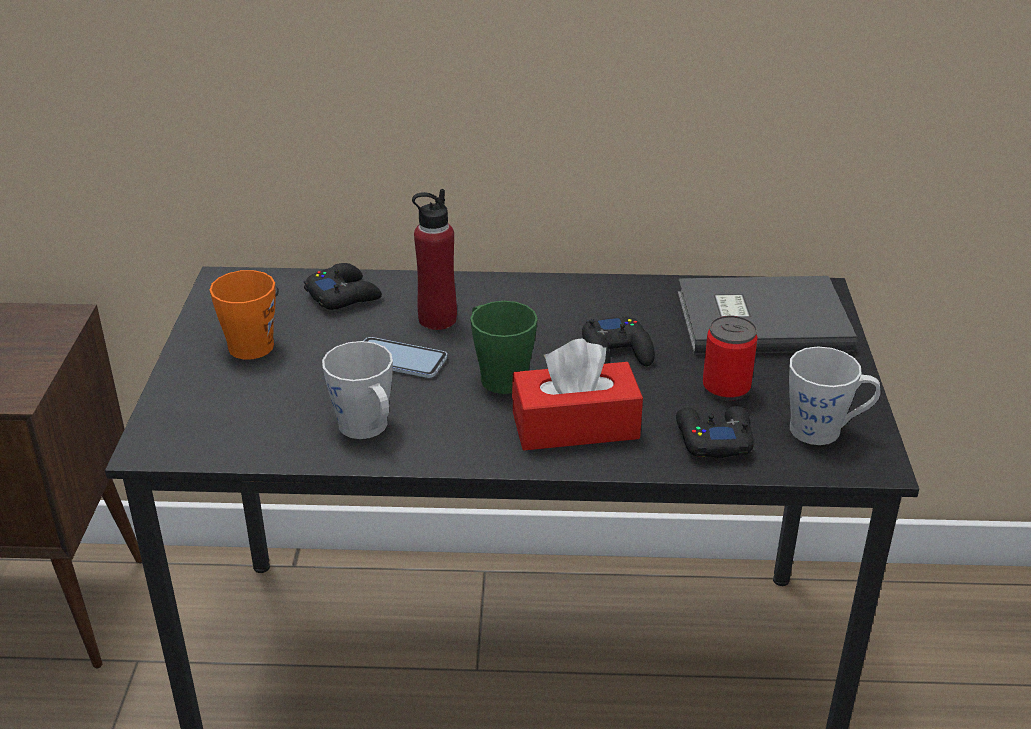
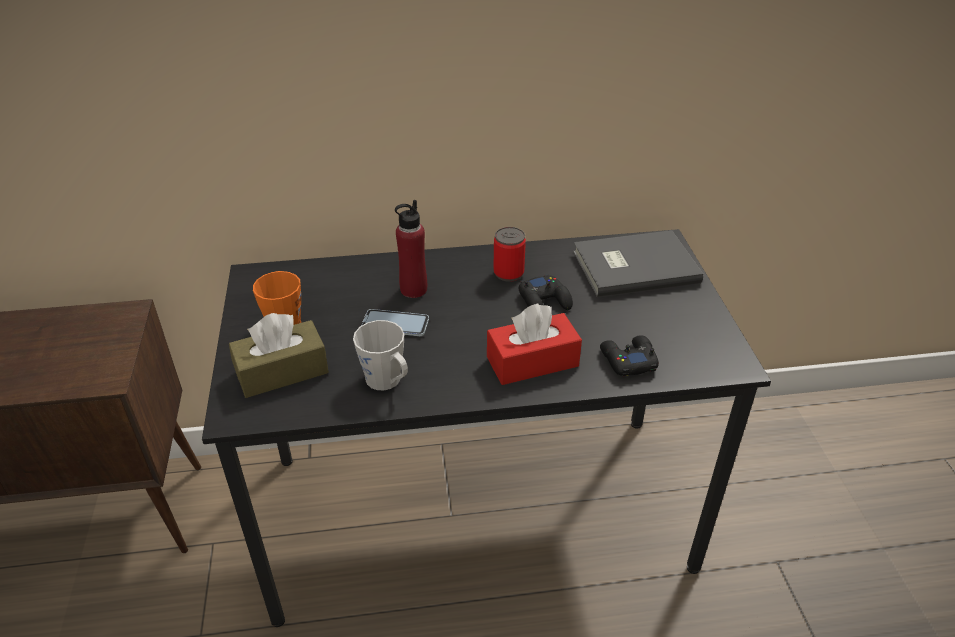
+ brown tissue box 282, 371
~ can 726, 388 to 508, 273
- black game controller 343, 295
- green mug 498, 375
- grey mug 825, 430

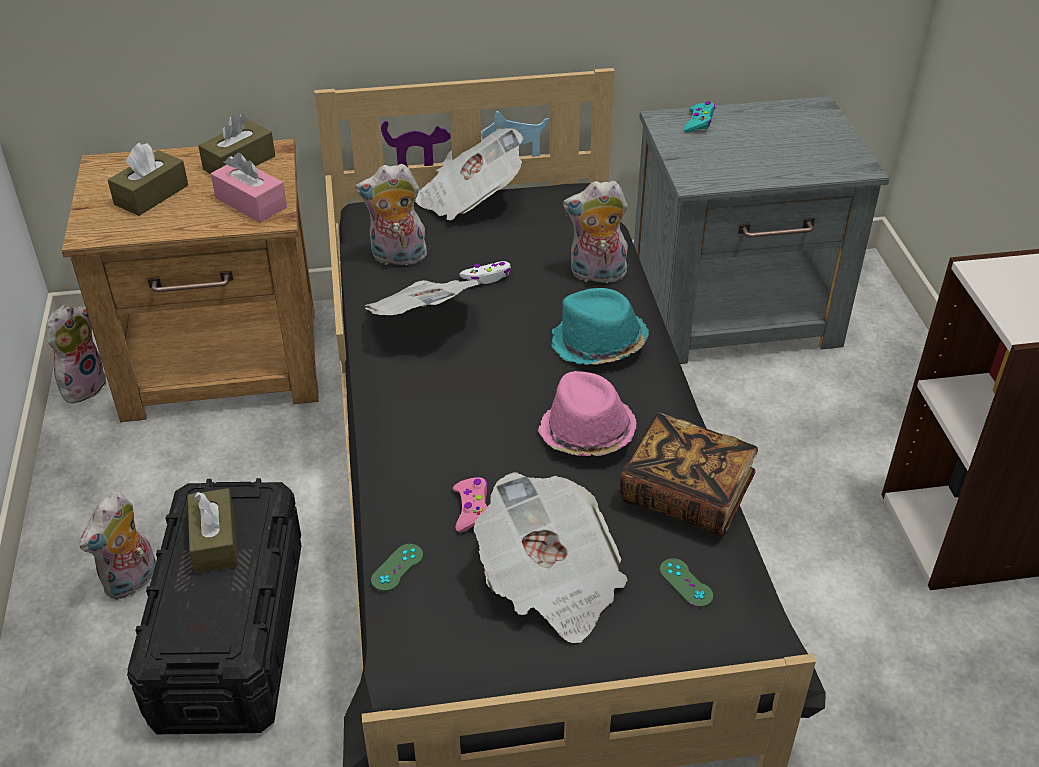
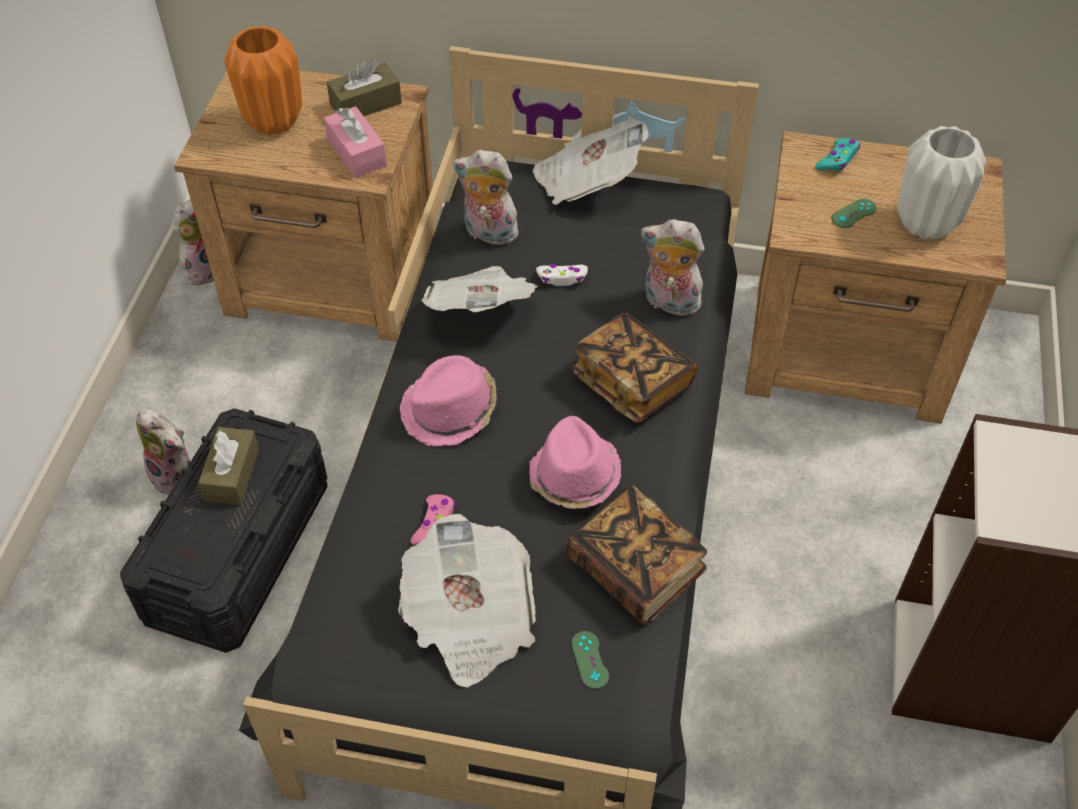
~ plush toy 132, 582 = 177, 477 105 degrees counterclockwise
~ brown tissue box 151, 195 to orange vase 273, 122
+ pink hat 450, 411
~ turquoise hat 598, 344 to book 632, 383
~ grey nightstand 737, 312 to brown nightstand 848, 353
~ green game controller 397, 568 to 854, 213
+ white vase 925, 224

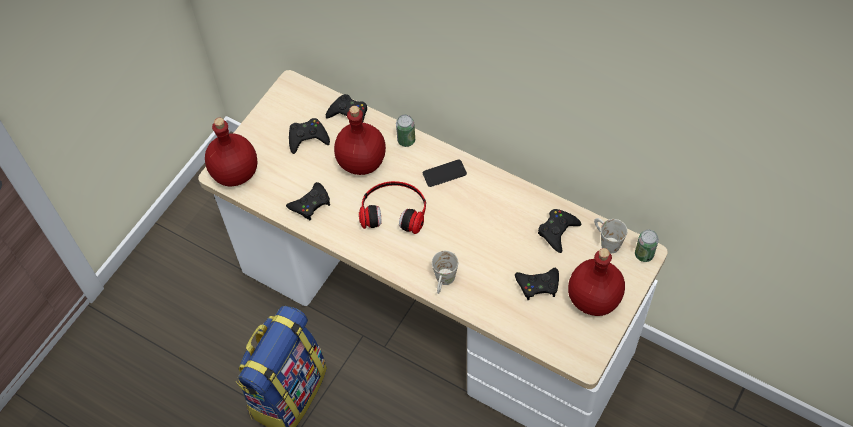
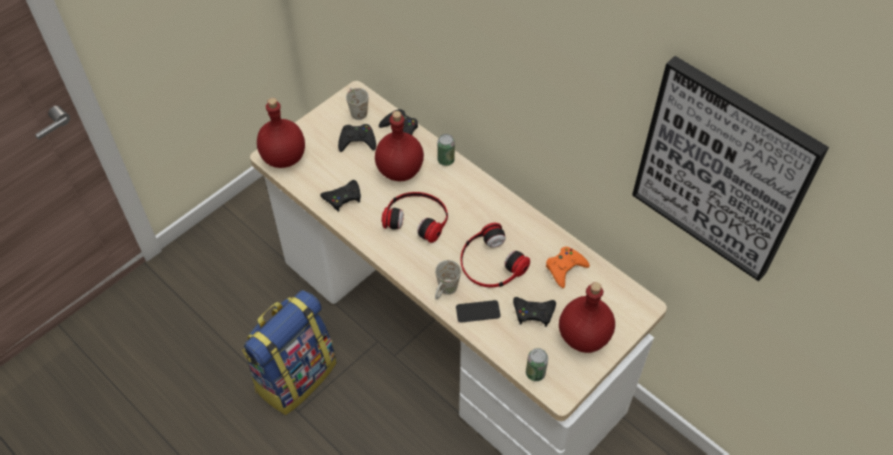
~ white mug 605, 241 to 356, 110
~ phone 444, 173 to 478, 312
+ headphones 490, 263
~ can 644, 254 to 535, 373
~ black game controller 557, 231 to orange game controller 565, 268
+ picture 722, 170

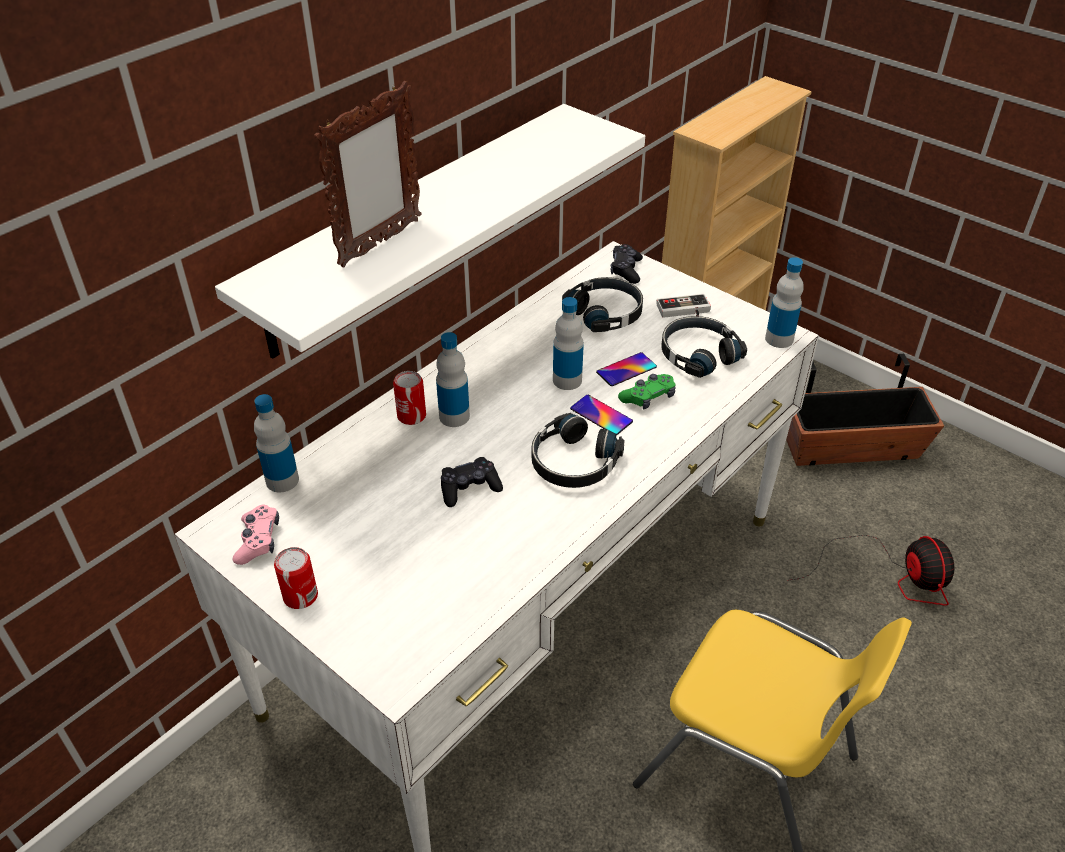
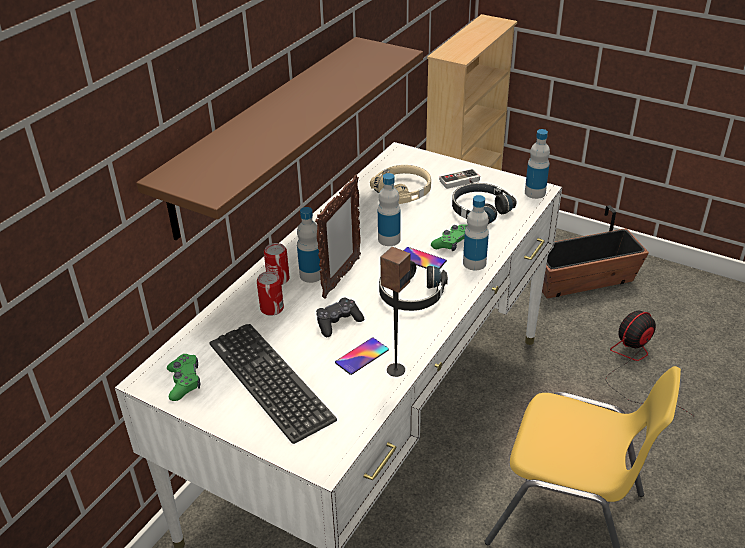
~ white shelf 415, 227 to brown shelf 265, 133
~ pink game controller 258, 541 to green game controller 184, 382
+ keyboard 270, 381
~ can 300, 596 to 272, 308
~ picture frame 379, 243 to 341, 278
~ phone 626, 370 to 362, 356
~ black headphones 606, 313 to beige headphones 404, 190
+ speaker 395, 370
~ bottle 282, 480 to 474, 263
~ fan 891, 576 = 634, 365 105 degrees counterclockwise
- black game controller 626, 270

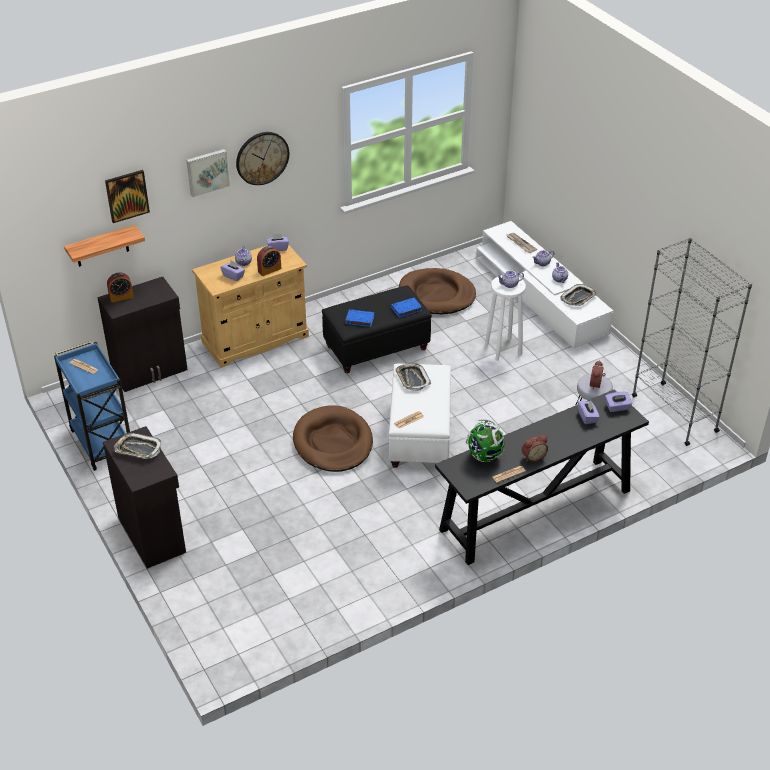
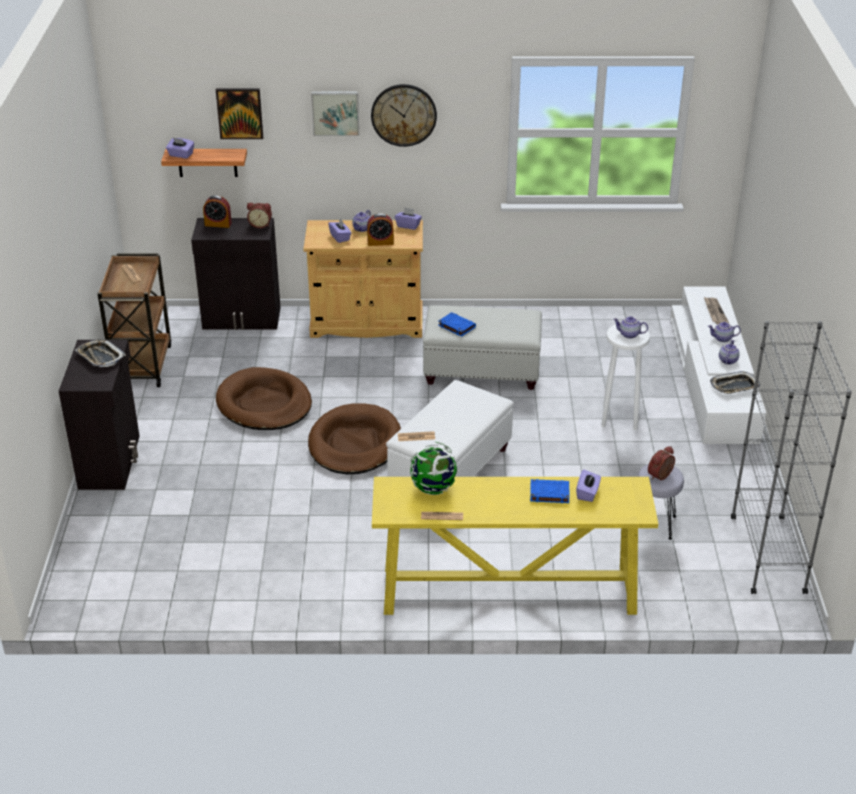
~ blue cart 101, 441 to brown cart 142, 364
~ purple tissue box 617, 407 to 181, 155
~ brown dog bed 436, 295 to 264, 404
~ alarm clock 533, 456 to 260, 225
~ black console table 535, 510 to yellow console table 507, 591
~ black ottoman 377, 347 to white ottoman 482, 371
~ blue book 406, 309 to 549, 493
- tray 412, 379

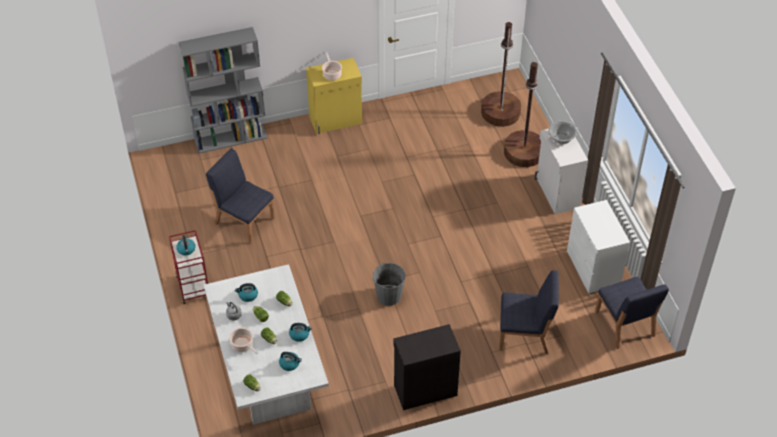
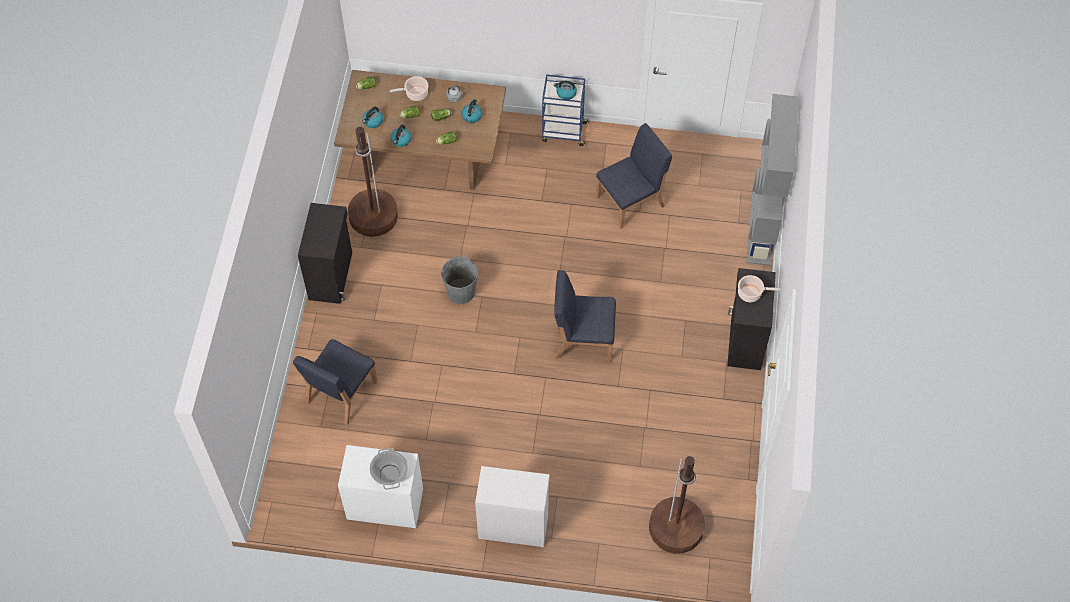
~ white dining table 268, 373 to brown dining table 426, 158
~ brown floor lamp 524, 152 to 373, 216
~ cooking pot 561, 139 to 389, 473
~ red cart 193, 287 to blue cart 563, 132
~ blue chair 624, 325 to 583, 338
~ yellow cabinet 336, 120 to black cabinet 744, 341

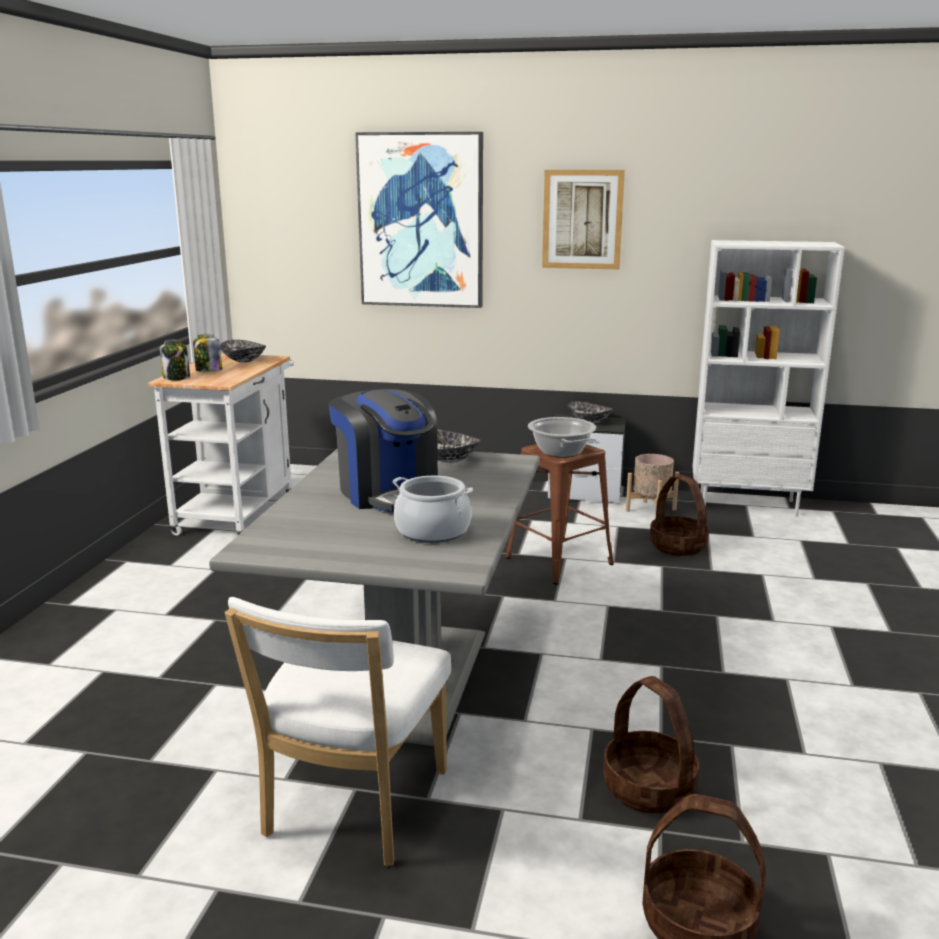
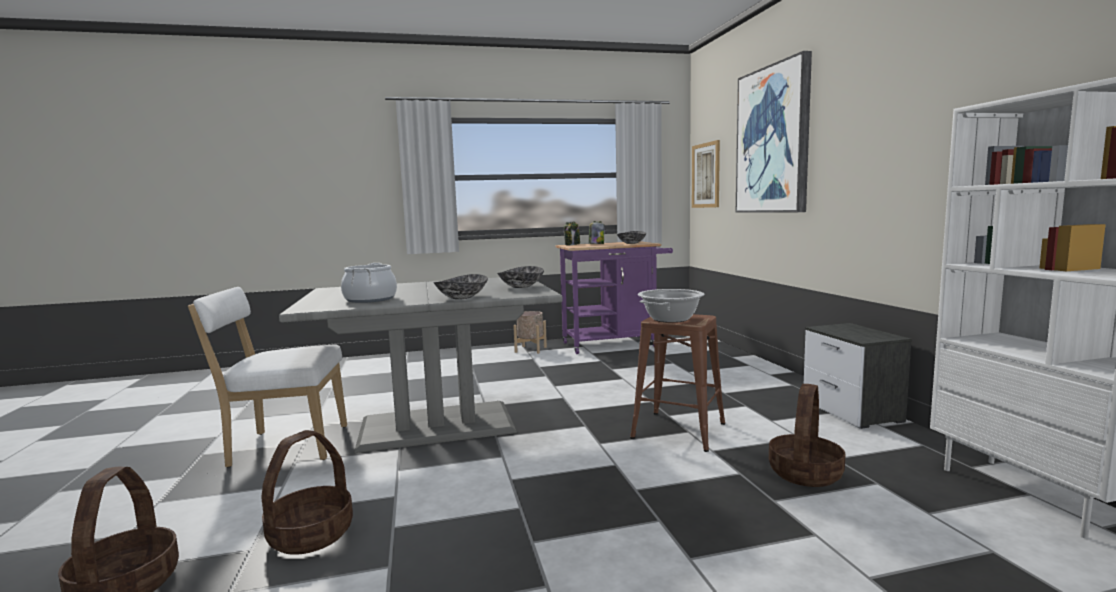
~ bowl 589, 421 to 461, 297
~ beige planter 650, 510 to 531, 349
~ white cart 239, 511 to purple cart 614, 344
~ picture 582, 219 to 706, 175
- coffee machine 388, 493

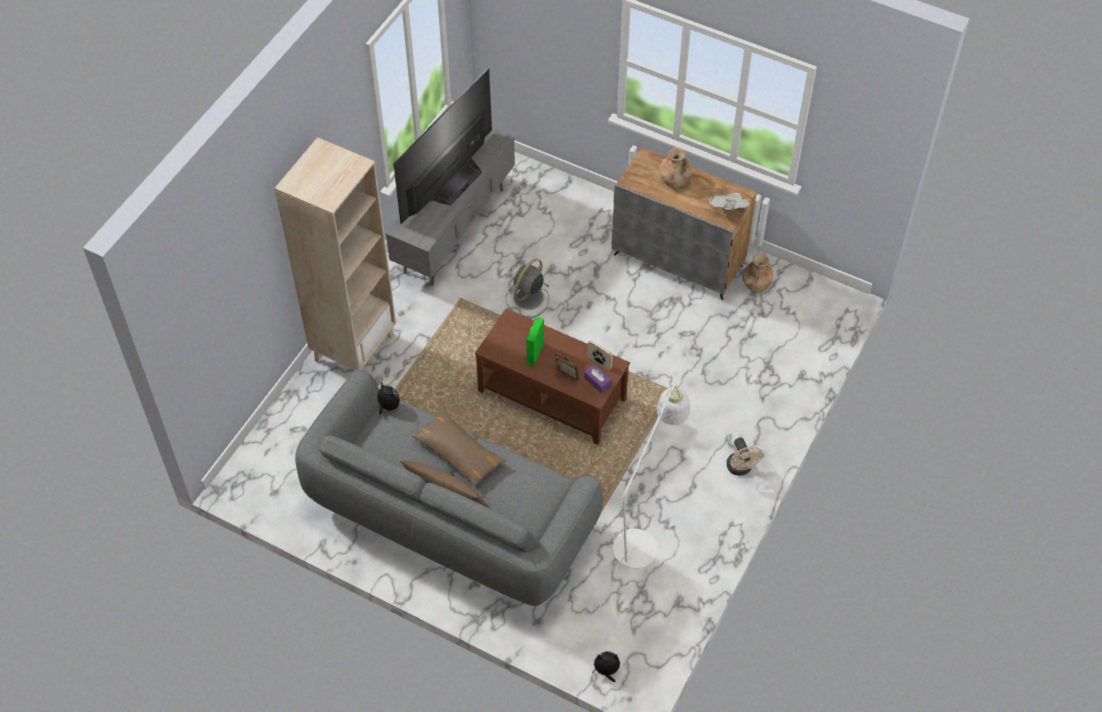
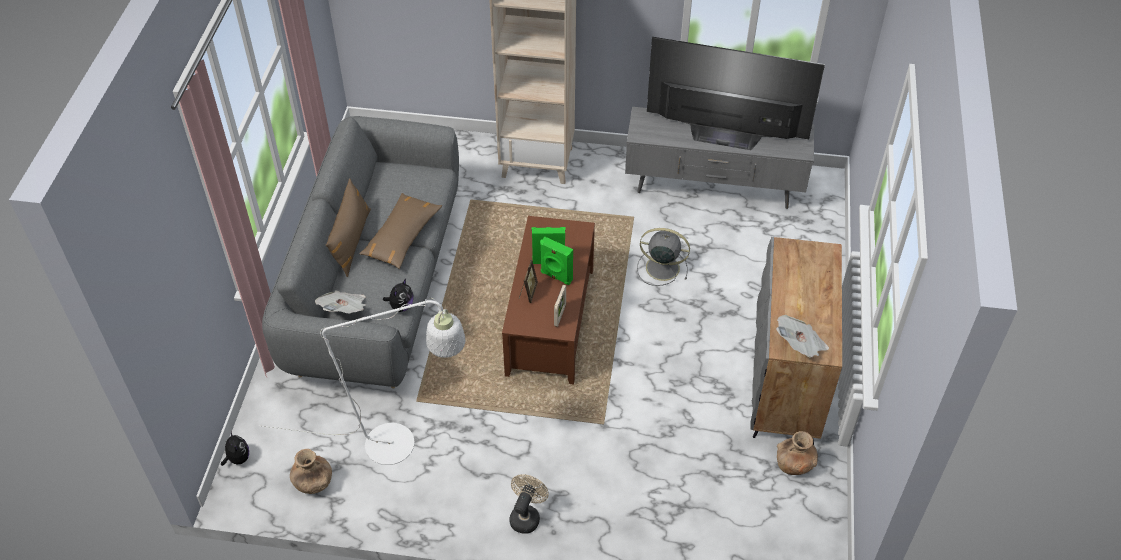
~ brown vase 674, 180 to 313, 483
+ newspaper 344, 310
~ plush toy 388, 406 to 401, 306
~ beige fan 740, 469 = 526, 515 150 degrees clockwise
+ green speaker 556, 276
- purple tissue box 597, 382

